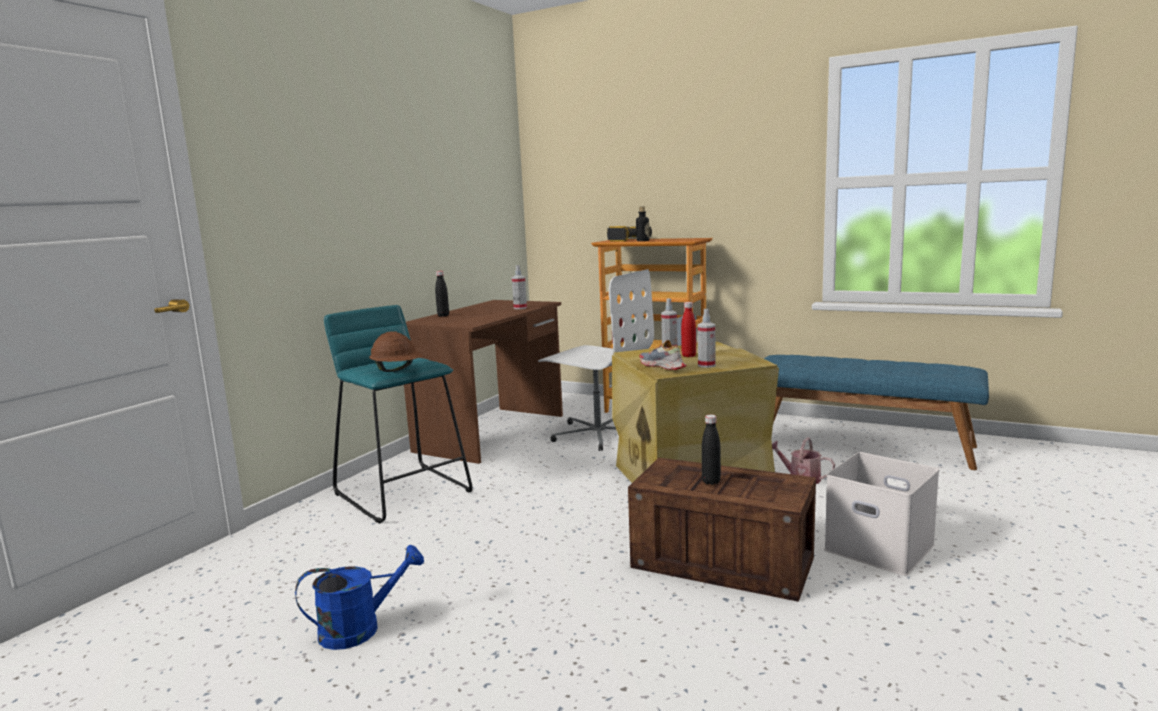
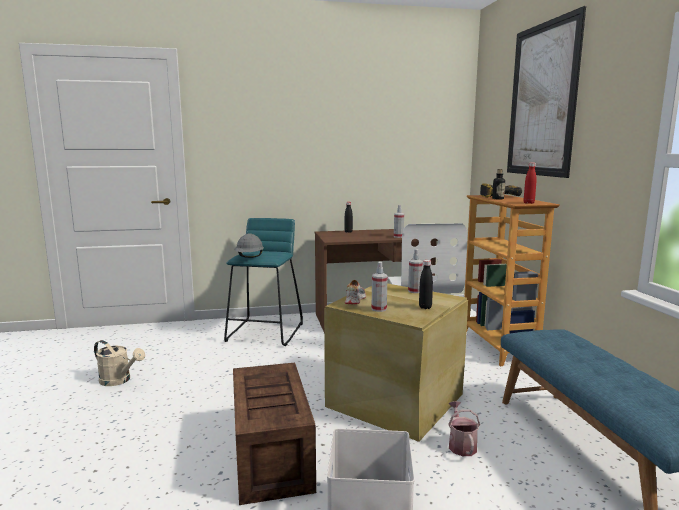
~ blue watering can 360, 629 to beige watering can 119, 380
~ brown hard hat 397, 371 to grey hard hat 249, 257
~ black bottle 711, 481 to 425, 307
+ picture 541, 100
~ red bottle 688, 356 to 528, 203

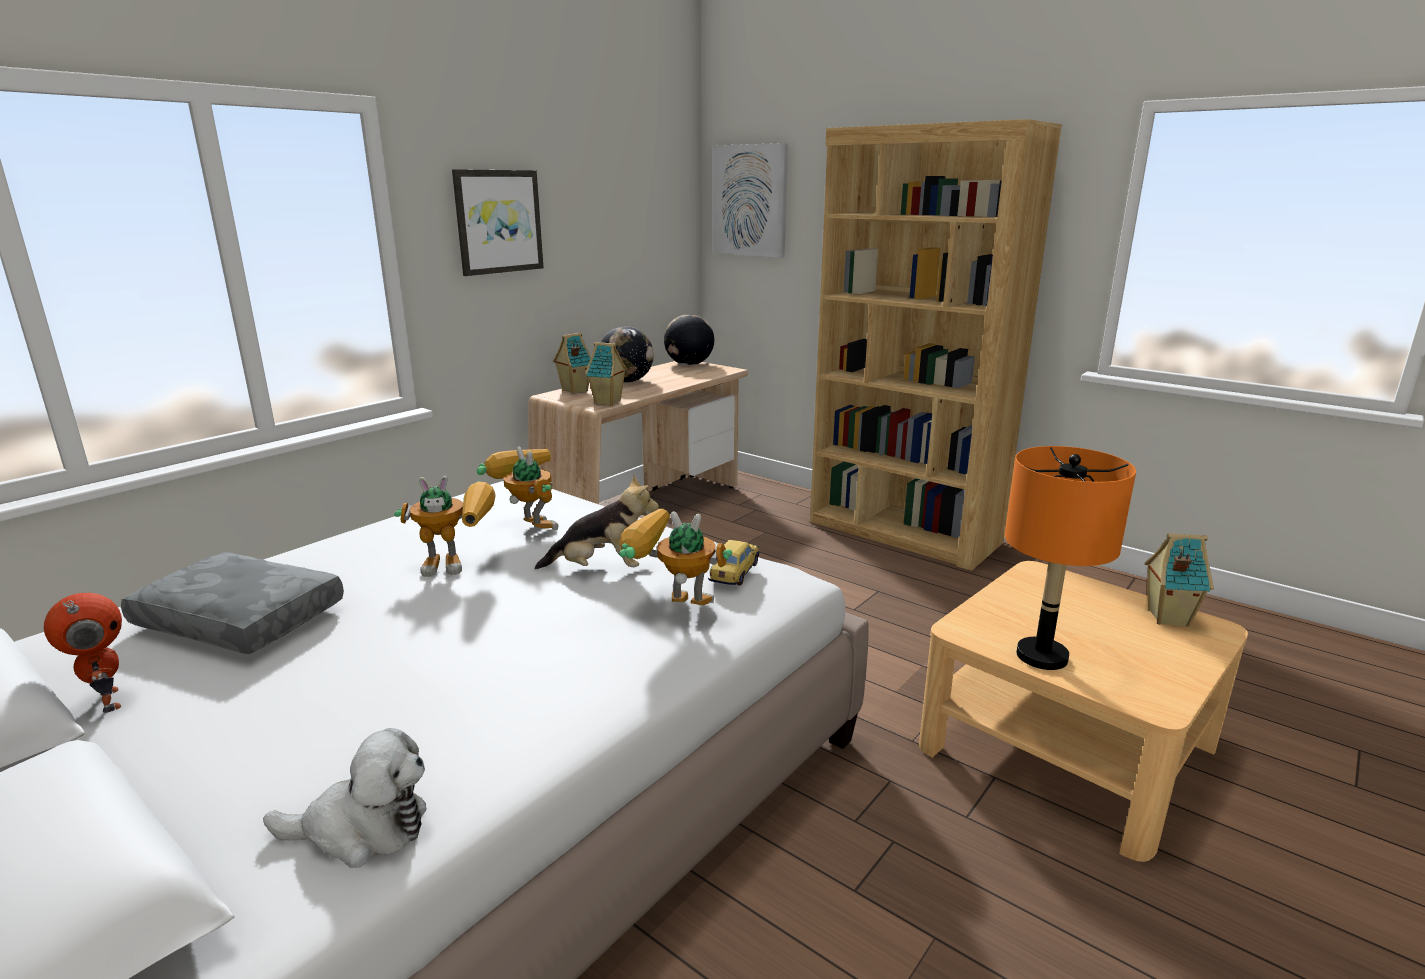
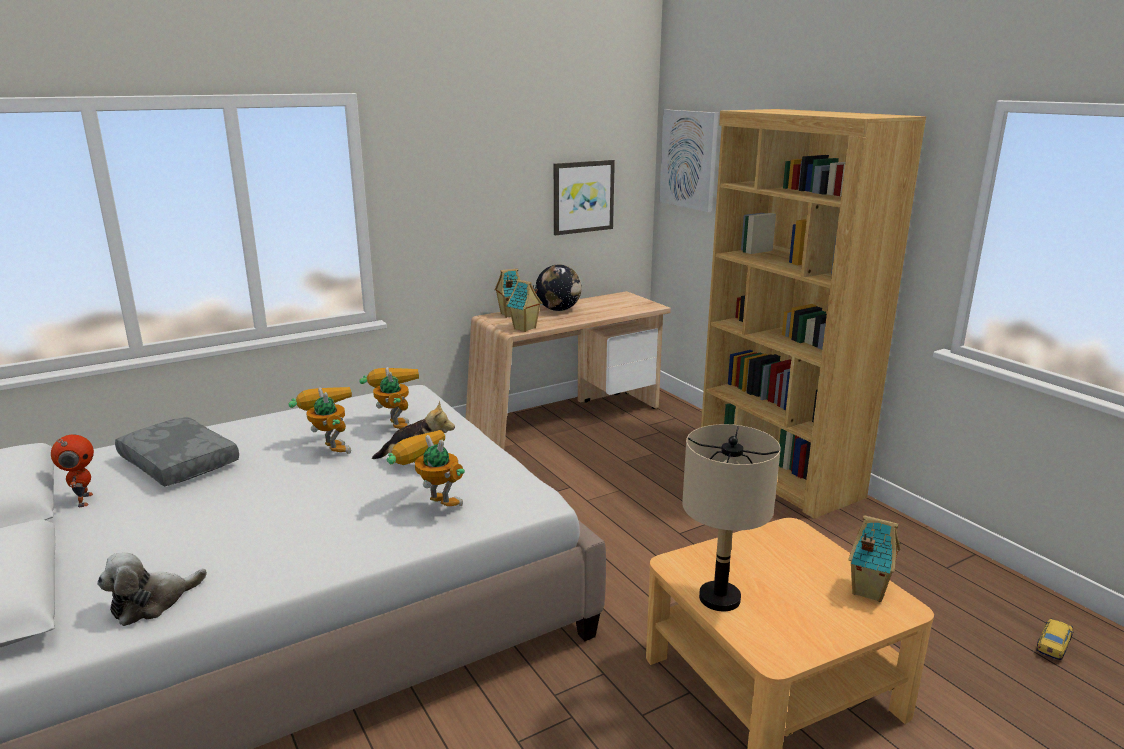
~ plush toy 362, 829 = 152, 603 120 degrees clockwise
~ toy robot 460, 565 = 328, 448 135 degrees counterclockwise
~ picture 498, 221 to 583, 197
~ orange table lamp 1041, 656 to beige table lamp 719, 598
~ toy car 734, 574 to 1053, 646
- globe 689, 364

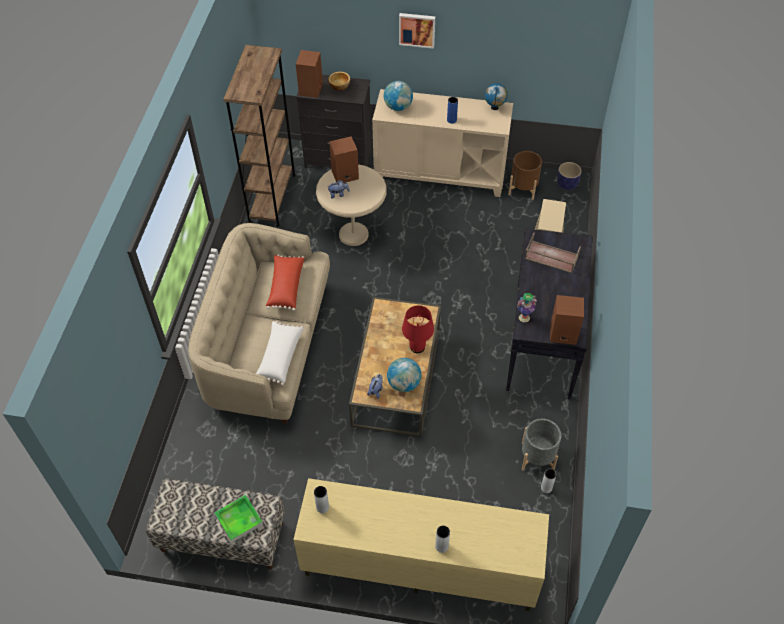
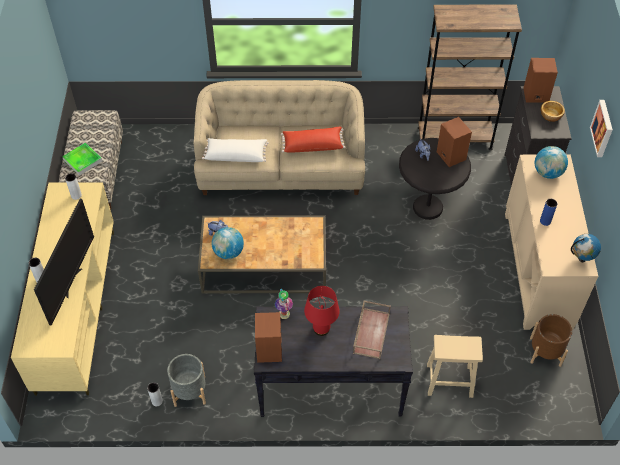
+ television 71, 282
~ red table lamp 417, 347 to 321, 328
~ beige side table 353, 234 to black side table 427, 207
- planter 567, 184

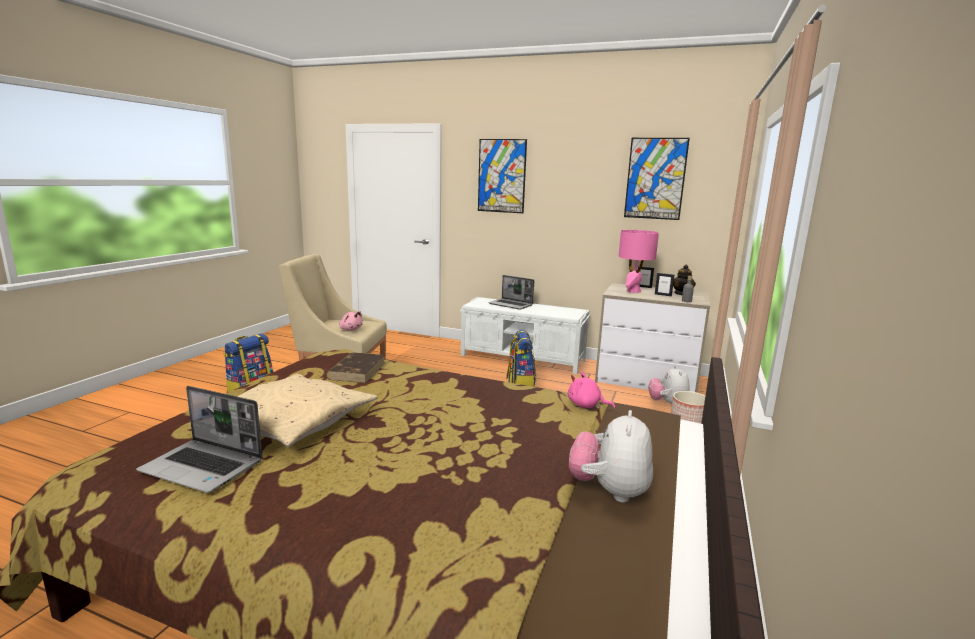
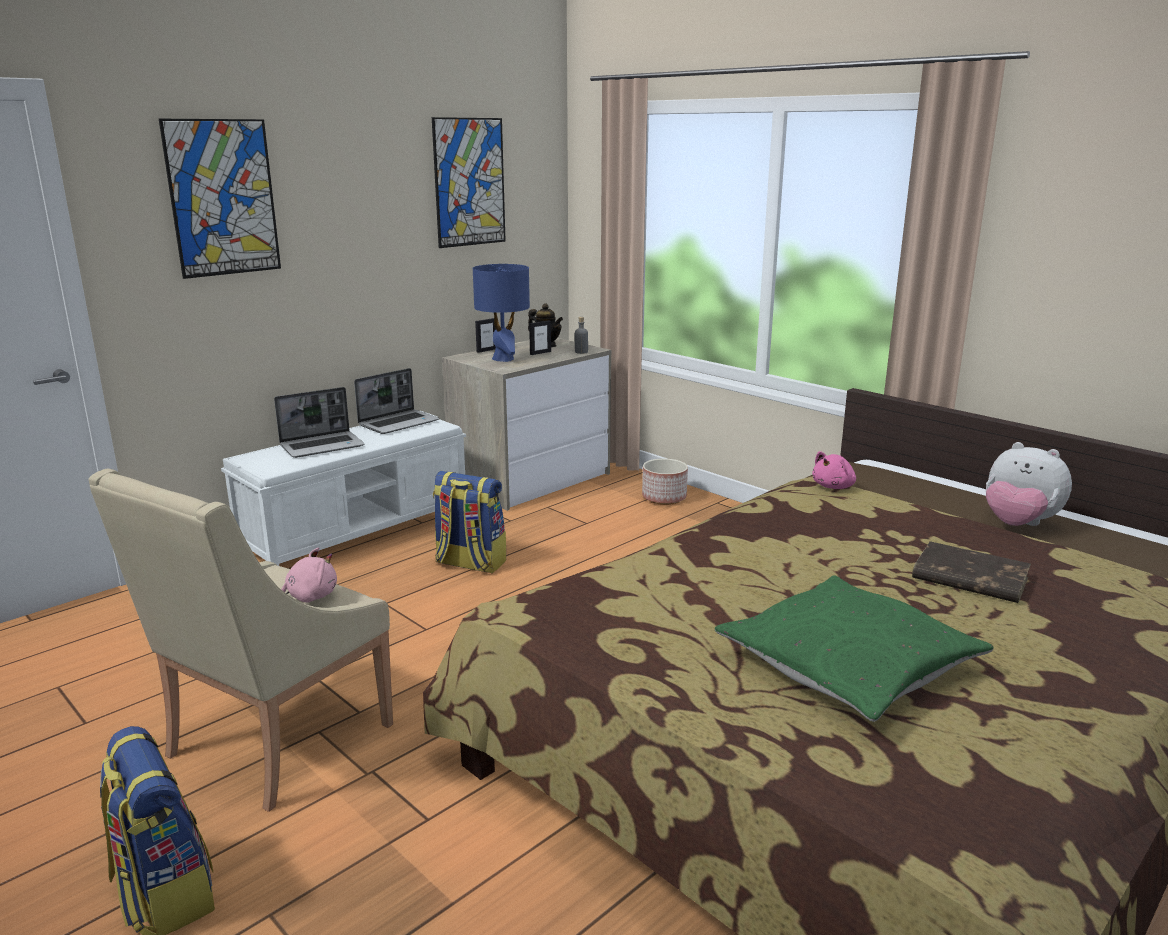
~ laptop 204, 467 to 399, 423
~ pink table lamp 633, 291 to blue table lamp 503, 359
~ beige pillow 294, 421 to green pillow 848, 664
~ brown book 357, 370 to 968, 578
- plush toy 667, 404

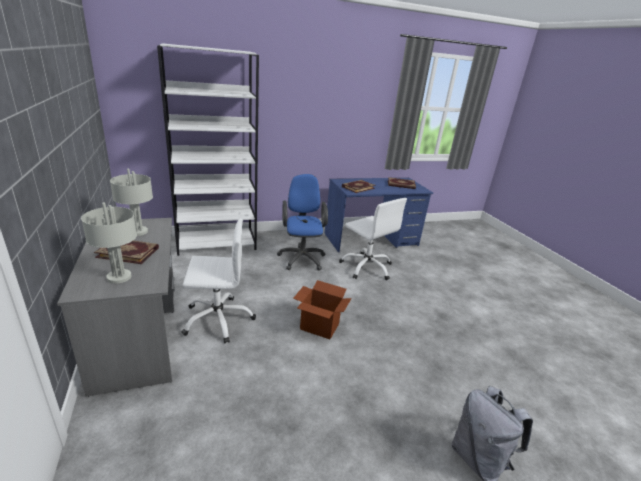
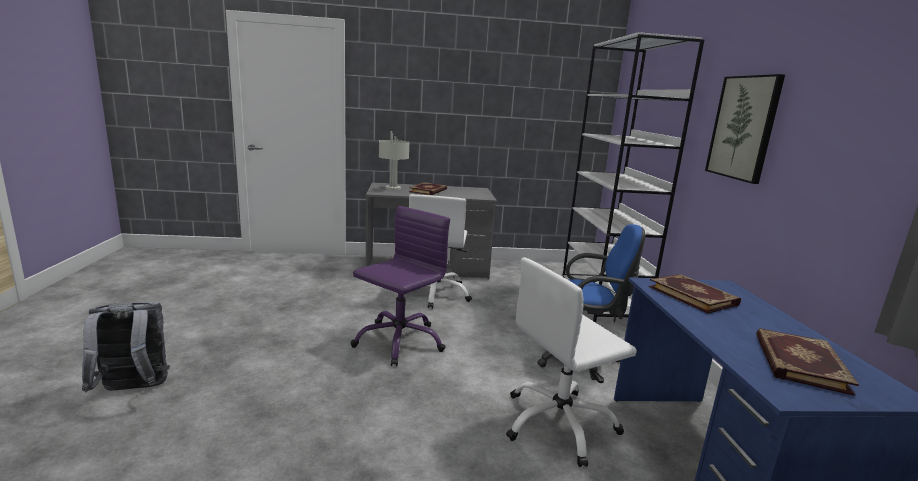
~ cardboard box 319, 326 to purple office chair 399, 341
+ picture 744, 128
- grey table lamp 137, 231

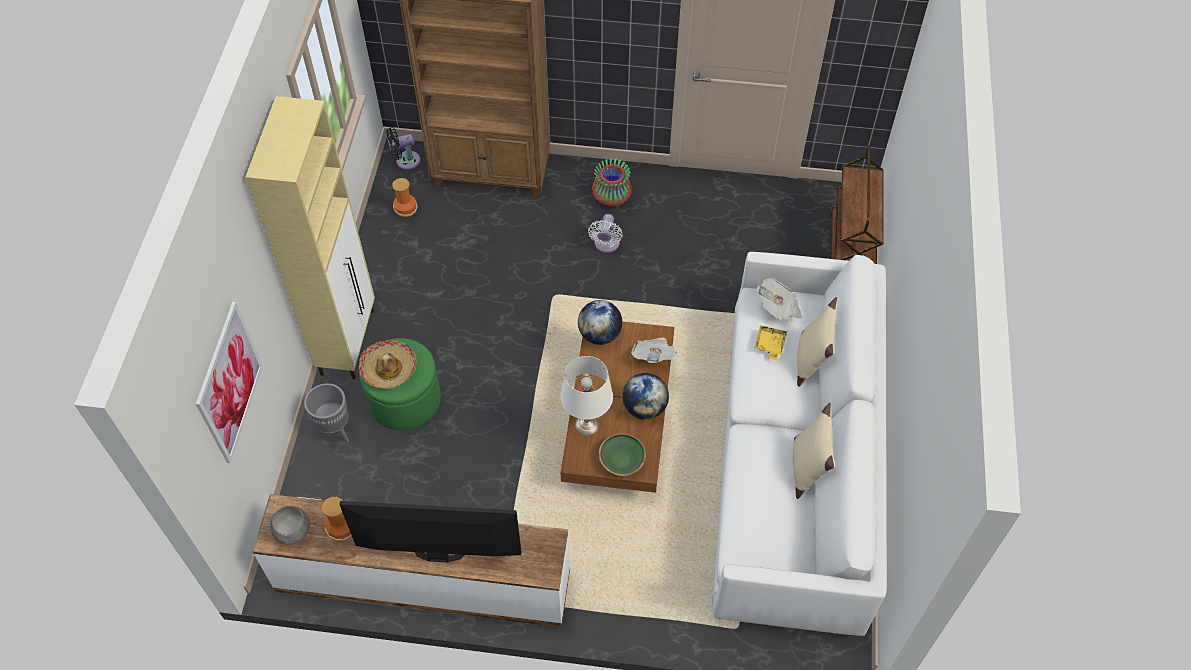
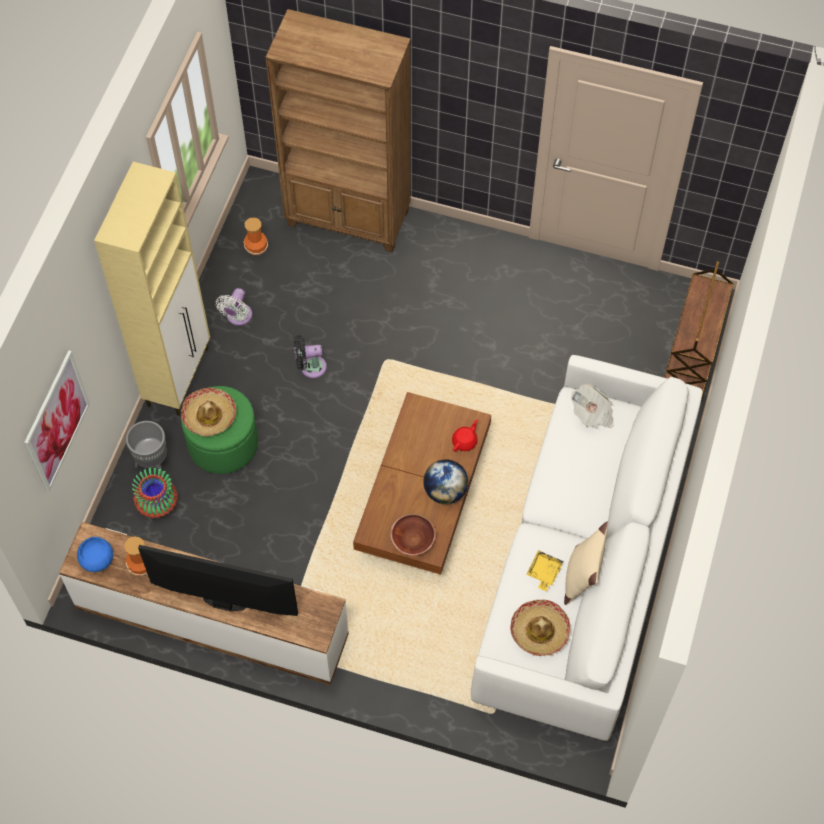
~ grey bowl 293, 531 to blue bowl 97, 559
~ vase 611, 197 to 157, 504
~ white fan 606, 245 to 238, 317
~ black fan 405, 161 to 310, 367
~ green bowl 621, 460 to brown bowl 412, 539
~ newspaper 654, 356 to red teapot 465, 441
+ hat 539, 631
~ yellow tray 769, 345 to 544, 572
- white table lamp 587, 424
- globe 600, 334
- beige pillow 811, 359

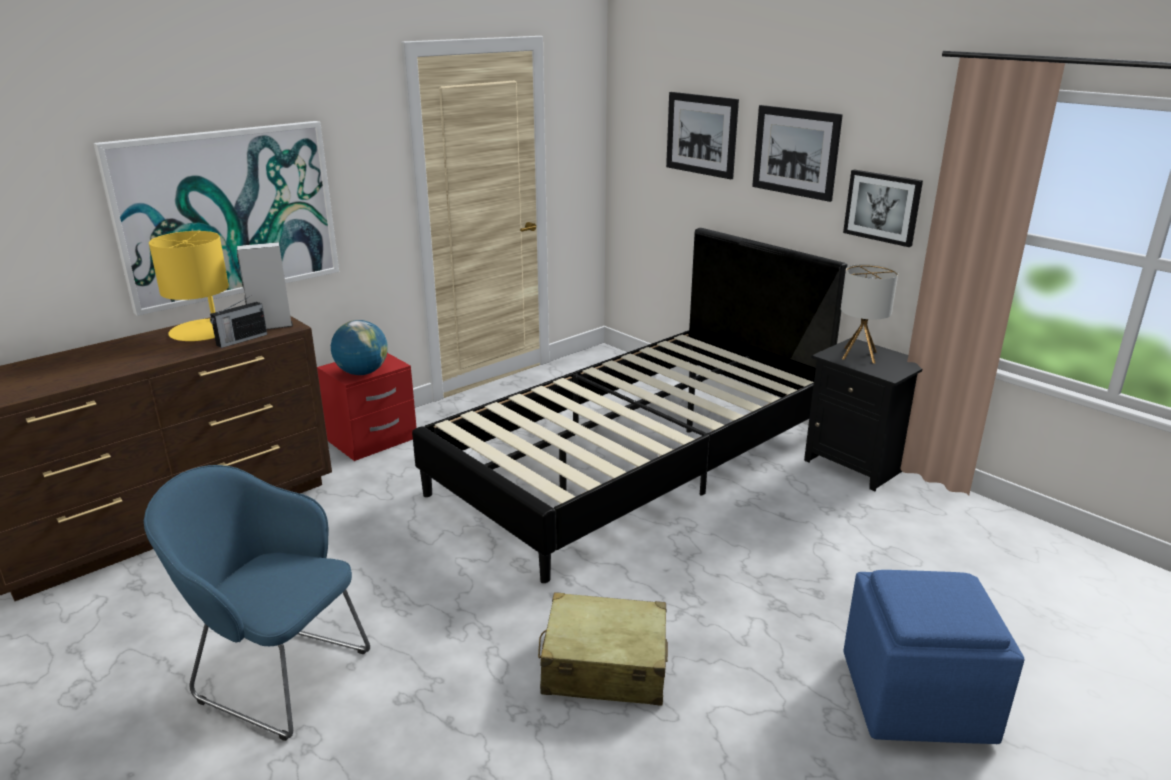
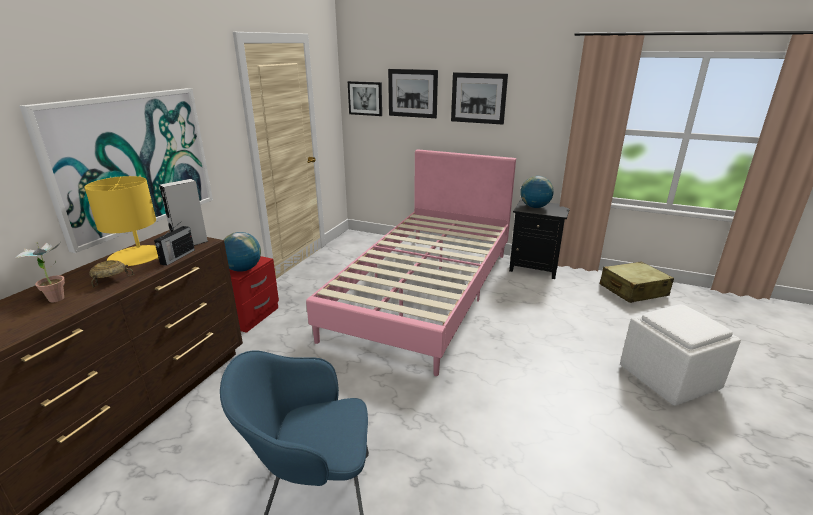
+ potted plant 56, 297
+ beige bowl 111, 280
~ black bed 635, 462 to pink bed 425, 291
~ picture 882, 207 to 365, 98
~ table lamp 859, 355 to globe 534, 207
~ beige suitcase 604, 666 to 633, 290
~ blue ottoman 915, 699 to white ottoman 668, 378

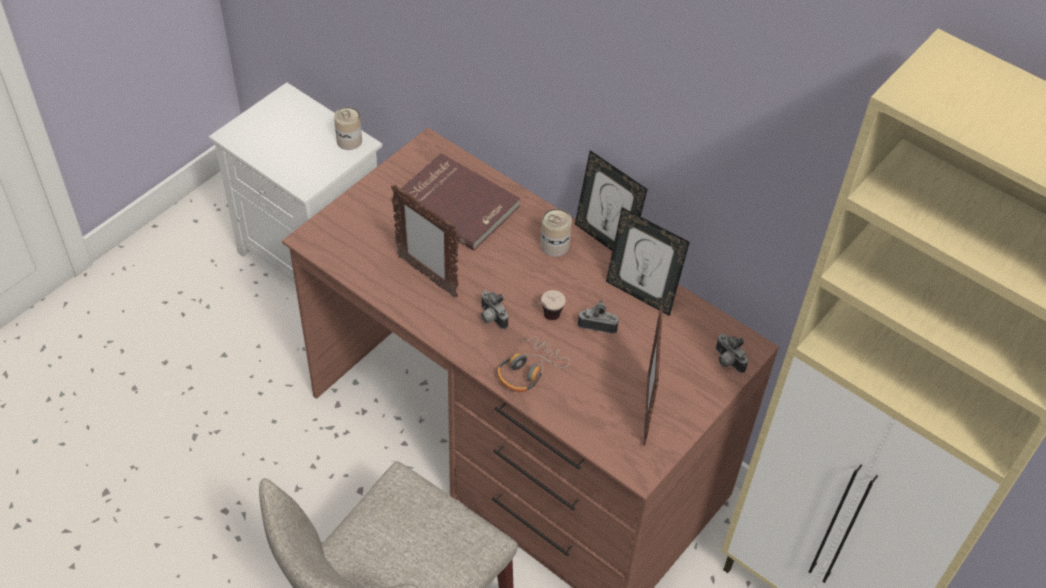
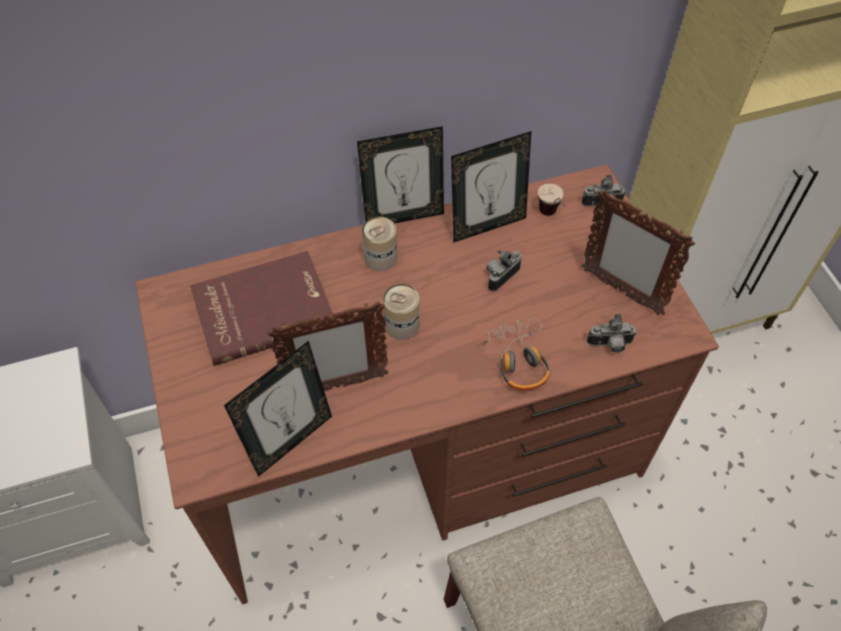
+ picture frame 290, 440
~ can 349, 141 to 402, 325
~ cup 545, 320 to 551, 217
~ photo camera 491, 318 to 610, 345

